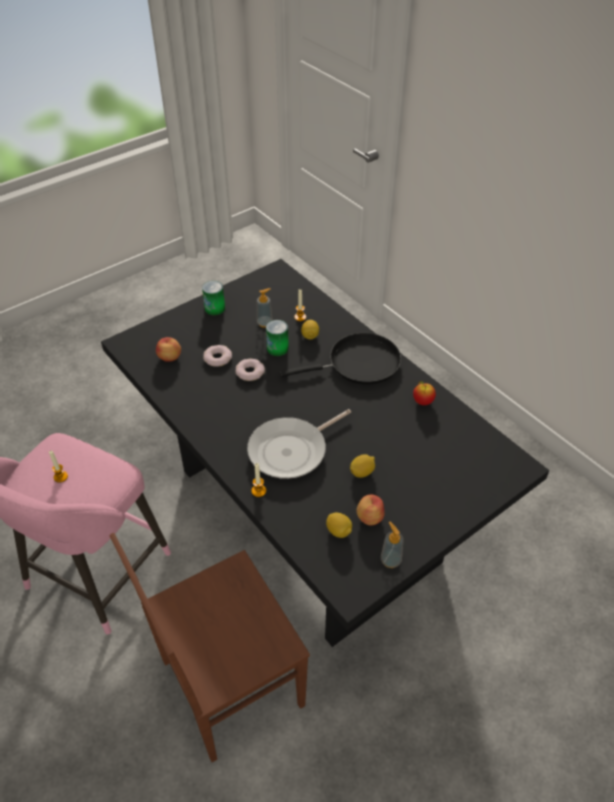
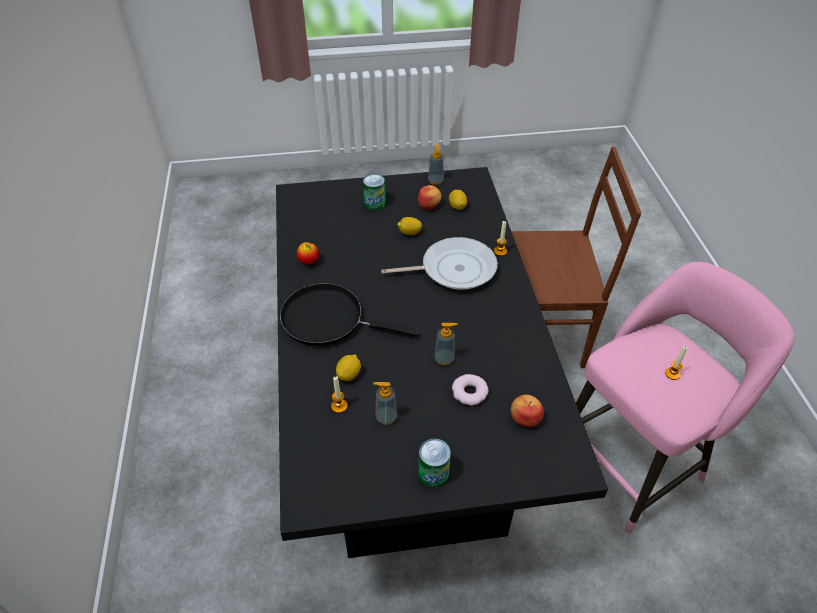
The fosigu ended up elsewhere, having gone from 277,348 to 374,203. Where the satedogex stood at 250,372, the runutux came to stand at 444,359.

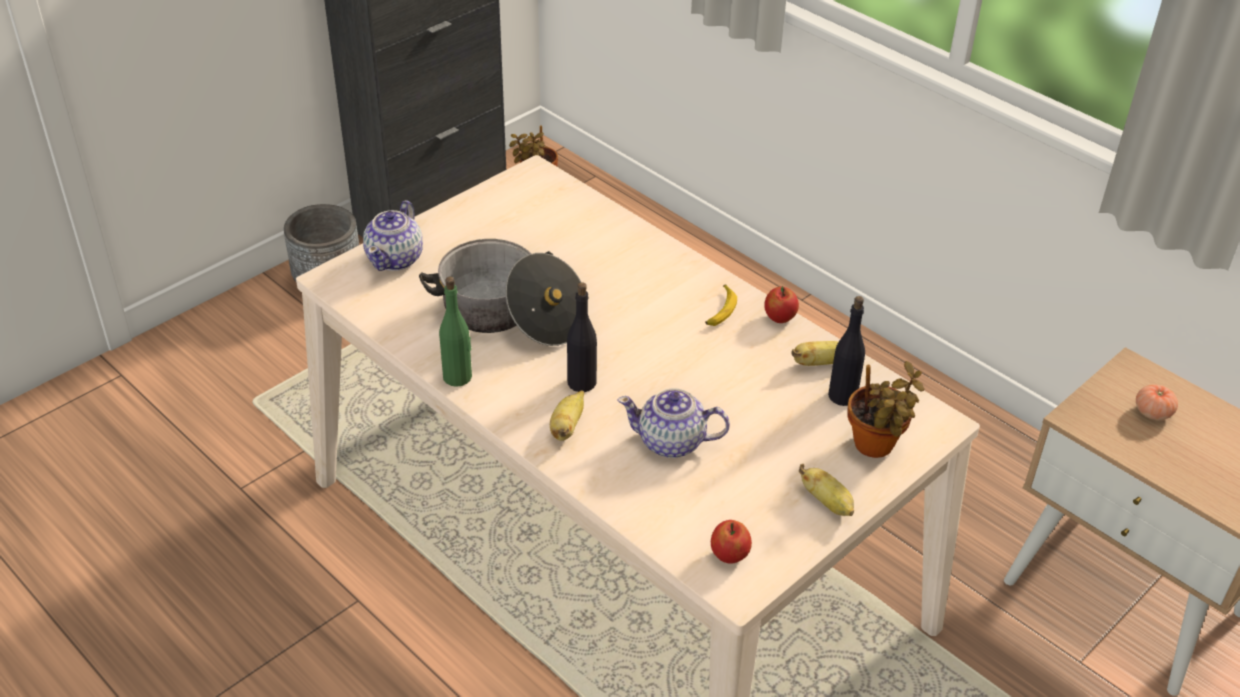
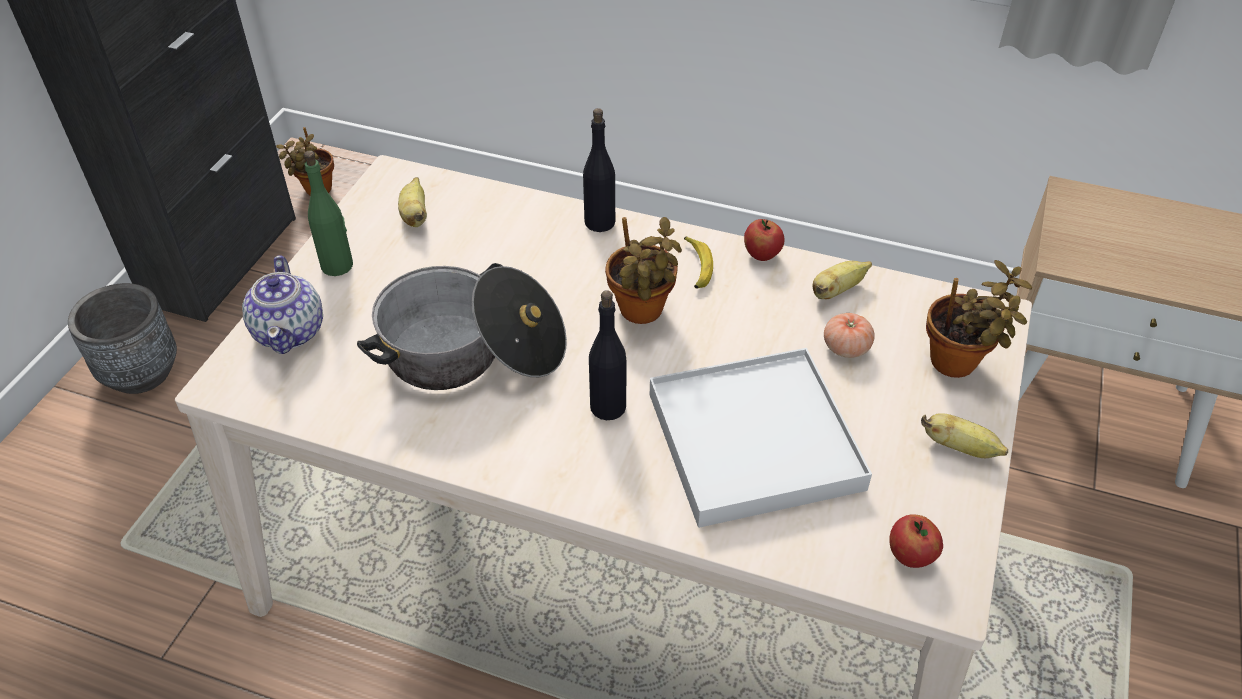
The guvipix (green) ended up elsewhere, having gone from 458,377 to 337,265. The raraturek ended up elsewhere, having gone from 567,427 to 415,215. The guvipix (black) ended up elsewhere, having gone from 842,395 to 599,222. The second view gained the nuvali at 642,313. Where the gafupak stood at 672,442, the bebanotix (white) came to stand at 755,441. The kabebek ended up elsewhere, having gone from 1152,412 to 846,347.

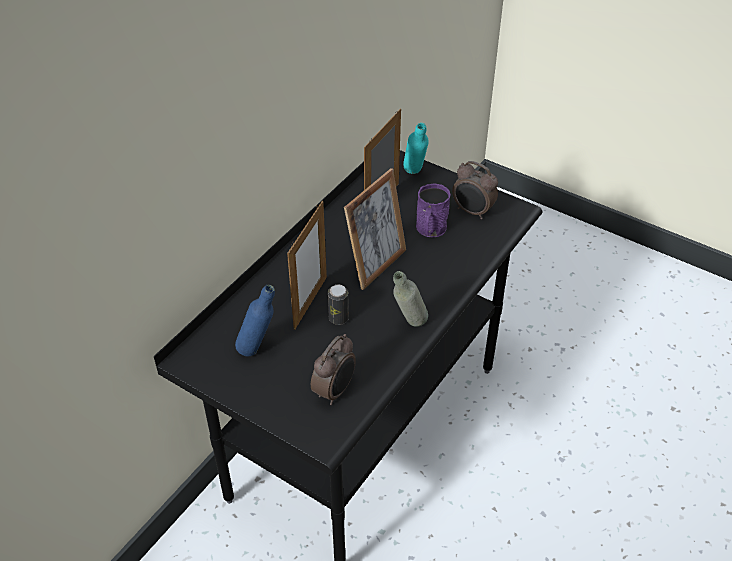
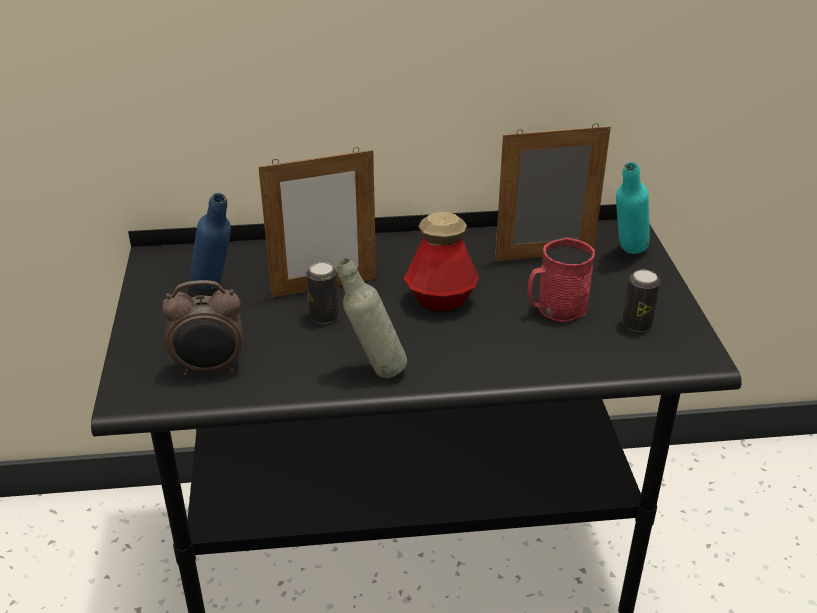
Where the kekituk stood at 376,265, the guvipix came to stand at 440,300. What was the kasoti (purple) at 430,230 turned into the kasoti (red) at 555,309. Where the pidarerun stood at 472,212, the fosigu came to stand at 637,324.

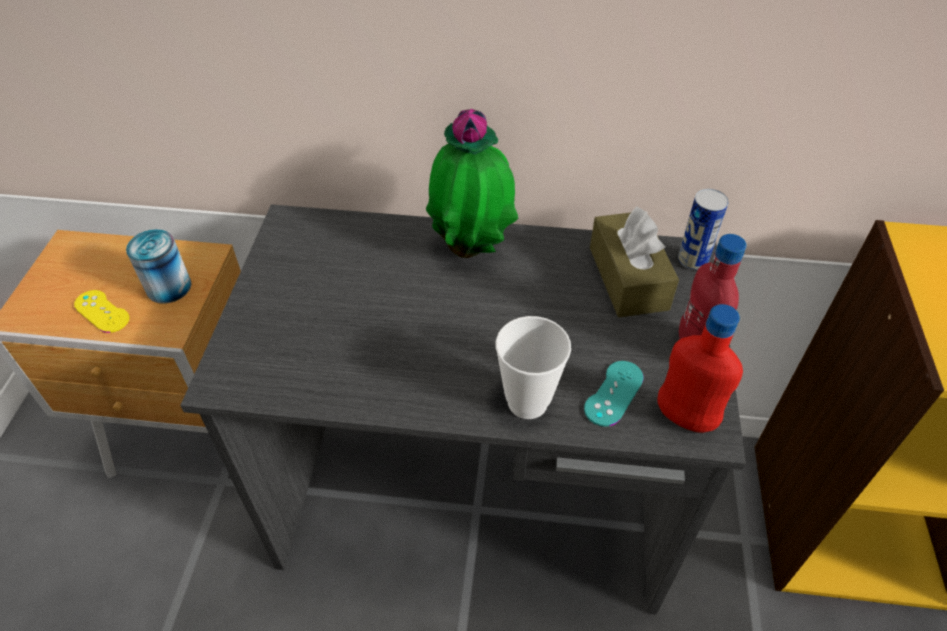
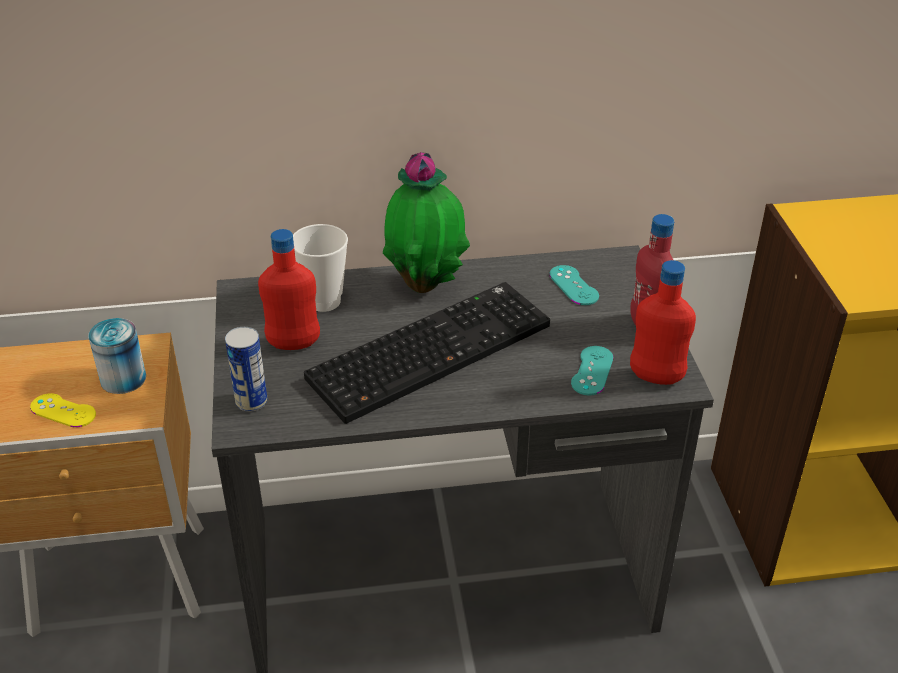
The fosigu ended up elsewhere, having gone from 692,260 to 251,401. The second view gained the guvipix (red) at 293,344. The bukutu ended up elsewhere, having gone from 527,402 to 324,301. The second view gained the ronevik at 430,349. Where the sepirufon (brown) stood at 628,278, the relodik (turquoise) came to stand at 573,285.

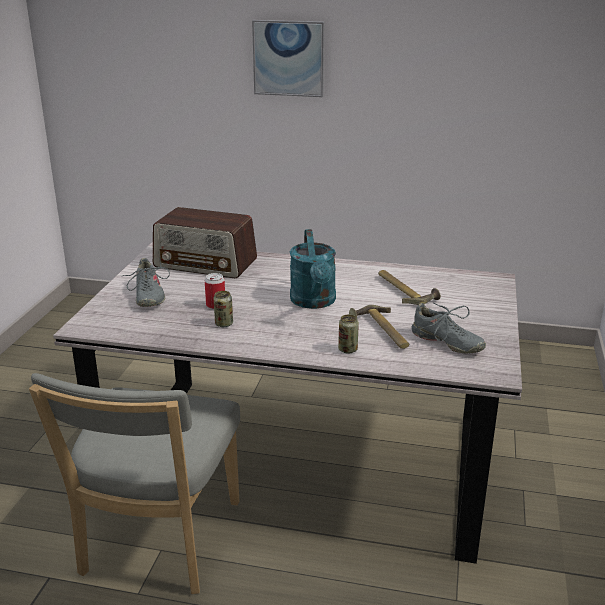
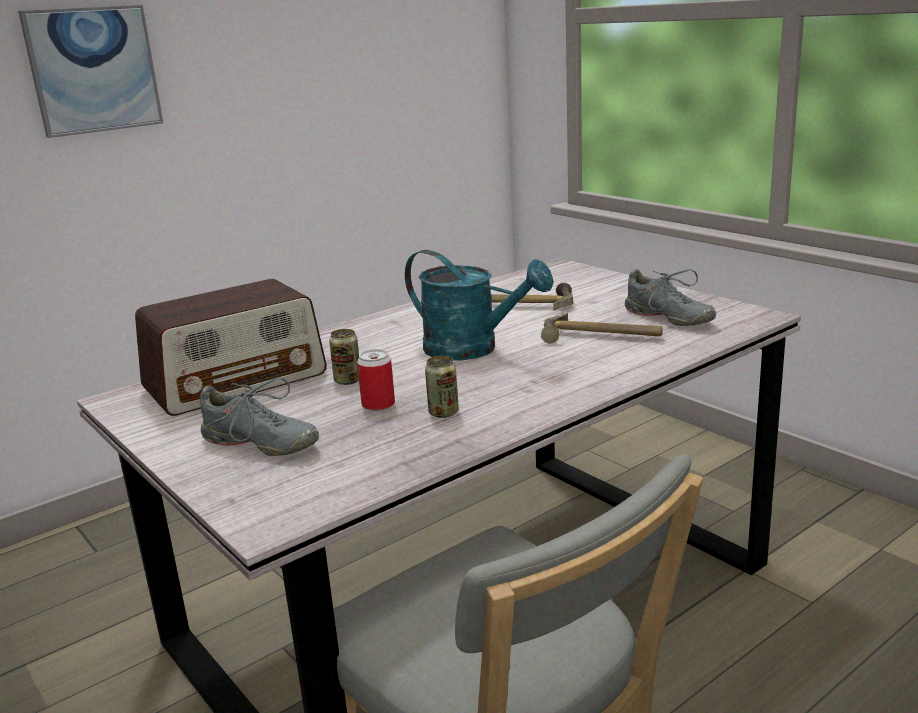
The fosigu ended up elsewhere, having gone from 347,350 to 347,380. The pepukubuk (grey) at 446,342 ended up facing another way, 60 degrees clockwise from before.

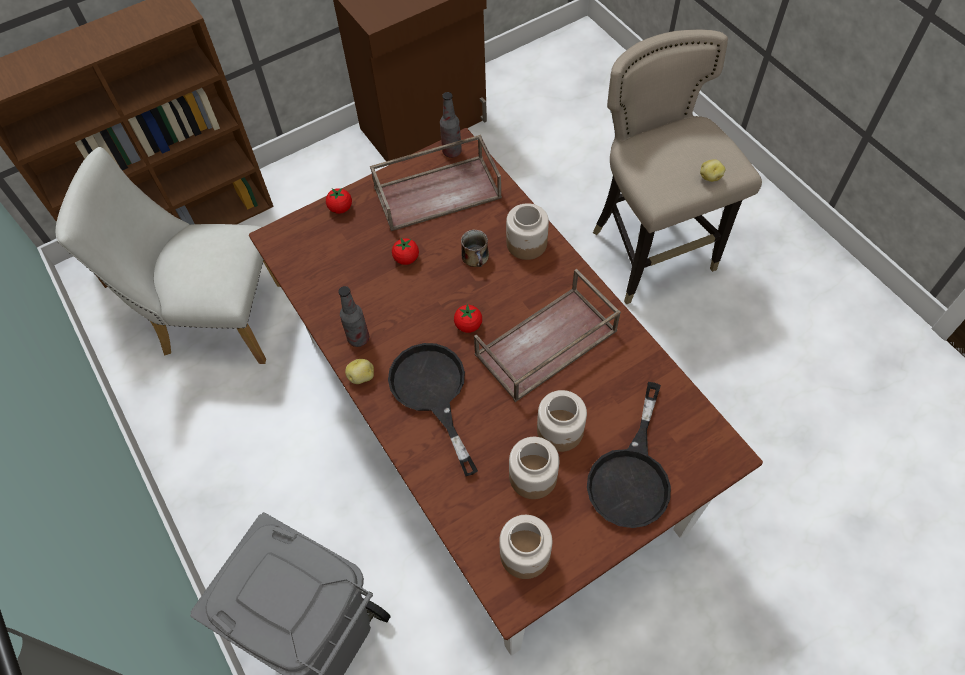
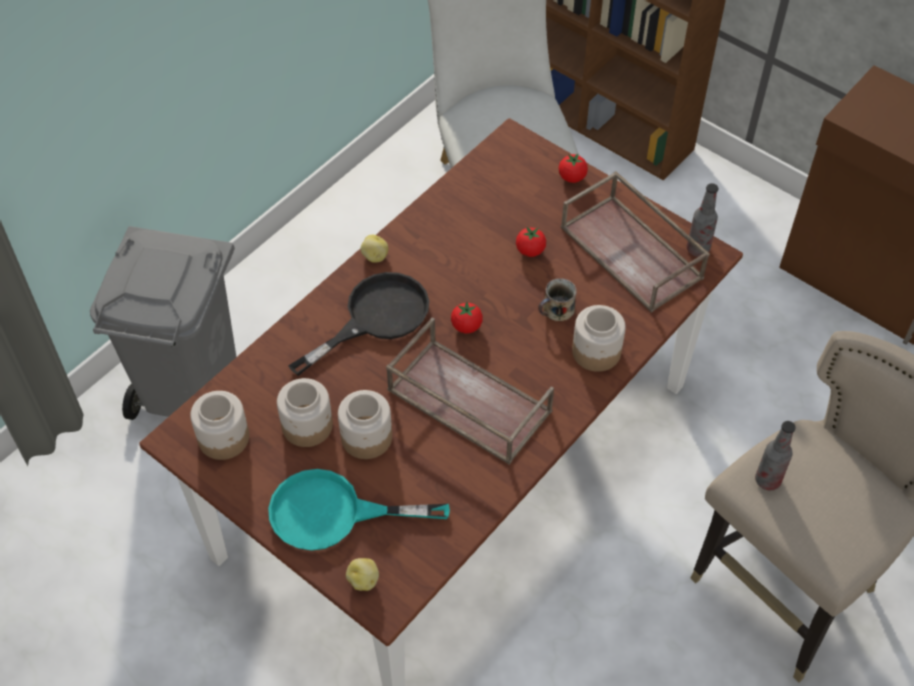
What was the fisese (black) at 631,475 turned into the fisese (turquoise) at 333,514. The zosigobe ended up elsewhere, having gone from 710,177 to 363,580. The guvipix ended up elsewhere, having gone from 358,338 to 767,480.

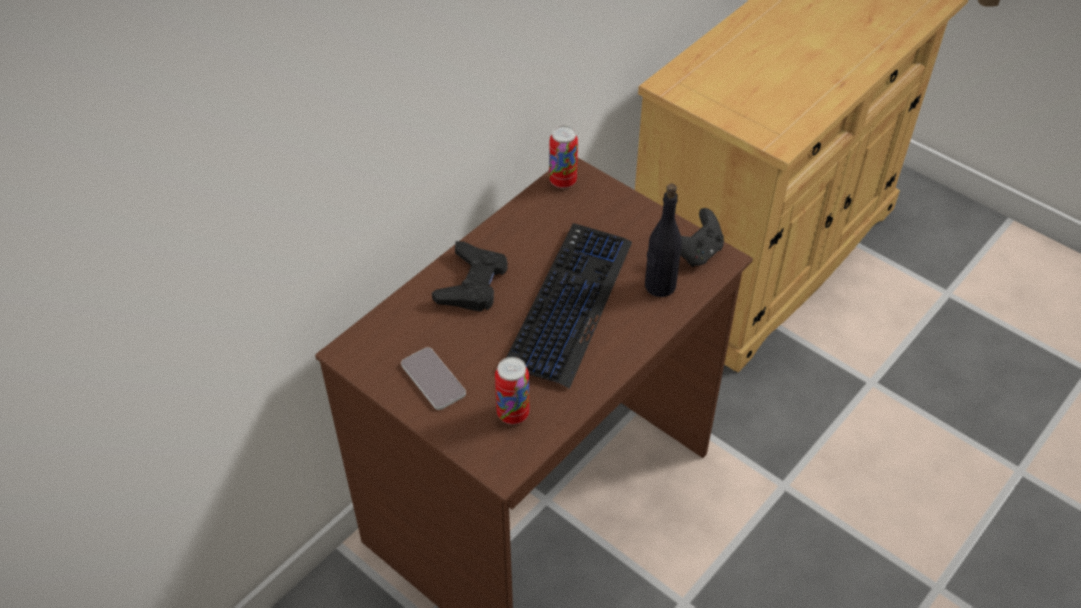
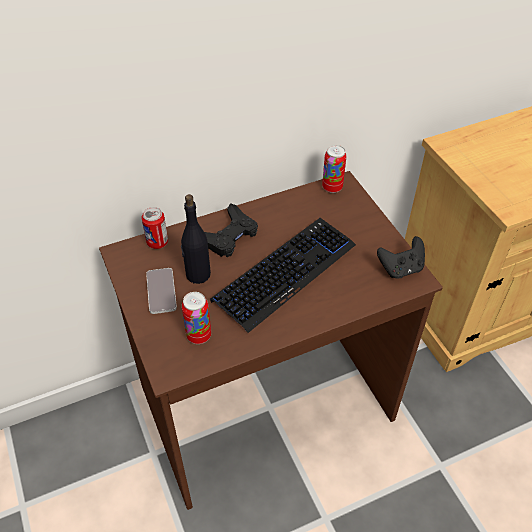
The second view gained the fosigu at 157,242. The guvipix (black) ended up elsewhere, having gone from 659,286 to 197,274.

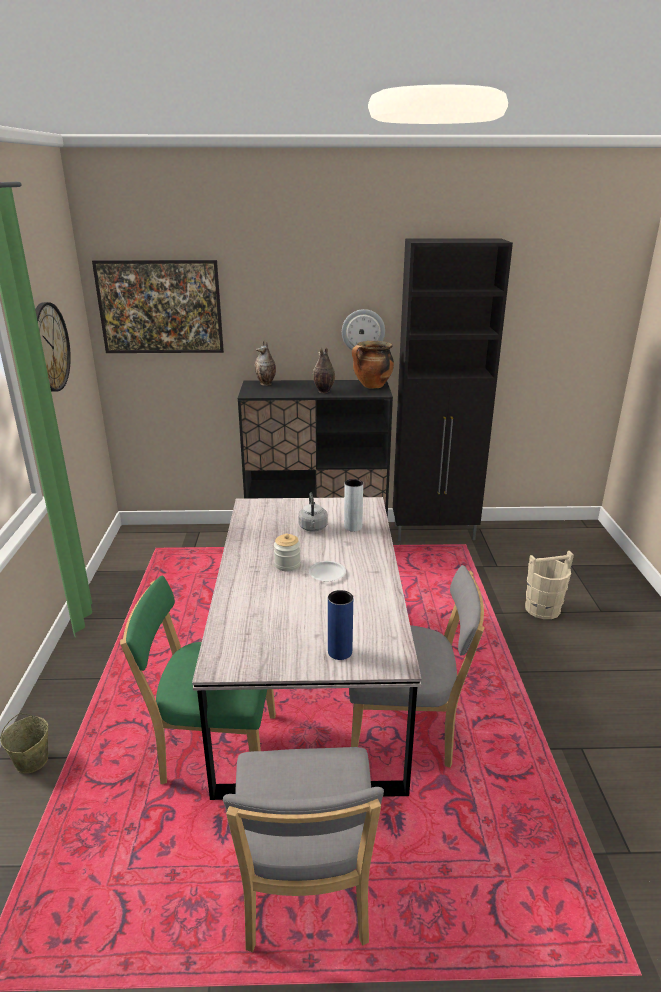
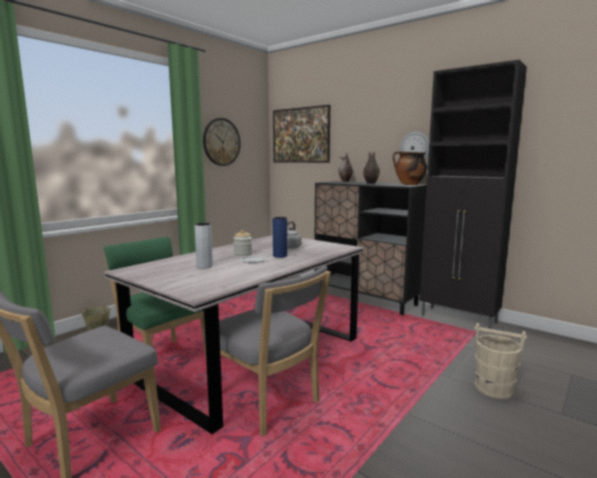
The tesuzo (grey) ended up elsewhere, having gone from 353,527 to 204,266. The tesuzo (blue) ended up elsewhere, having gone from 340,652 to 280,256.

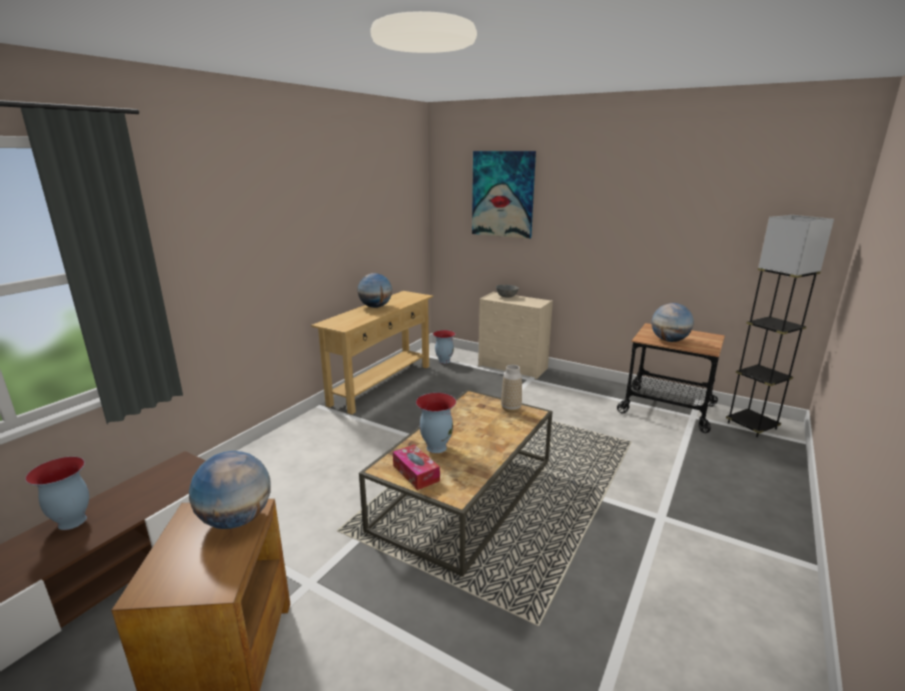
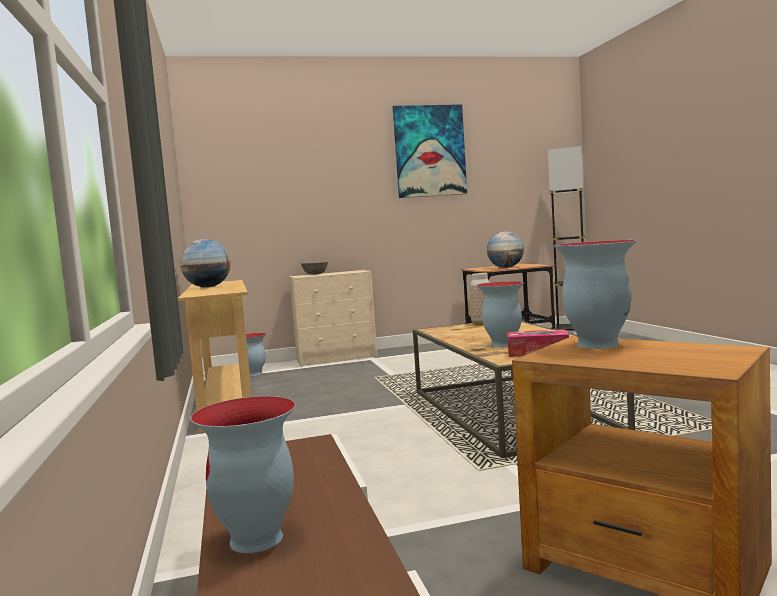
The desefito ended up elsewhere, having gone from 503,194 to 429,151. Where the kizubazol stood at 236,519, the tesuzo came to stand at 596,344.

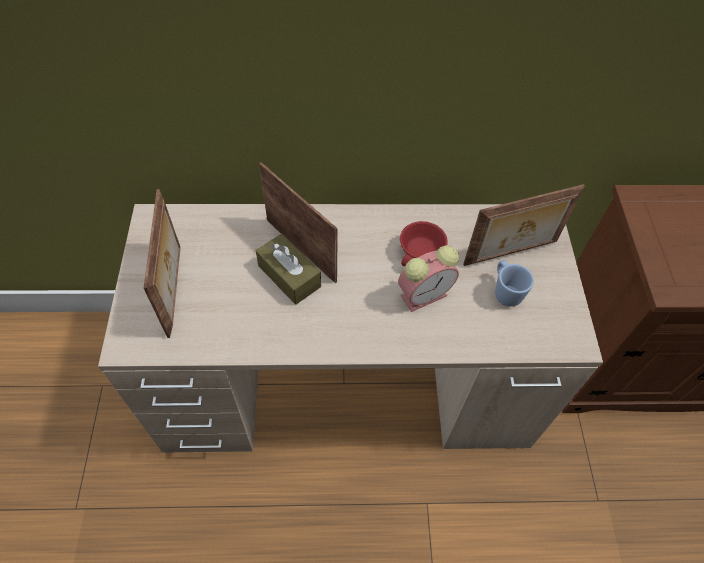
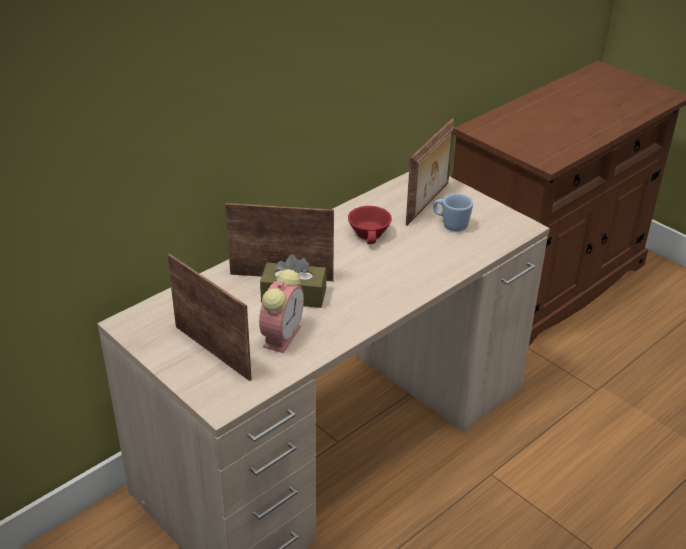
The pidarerun ended up elsewhere, having gone from 425,294 to 282,335.

